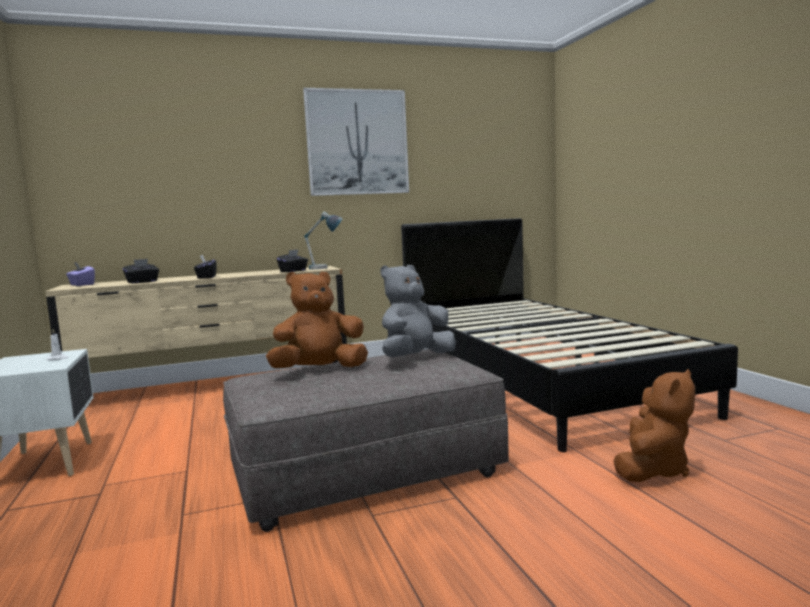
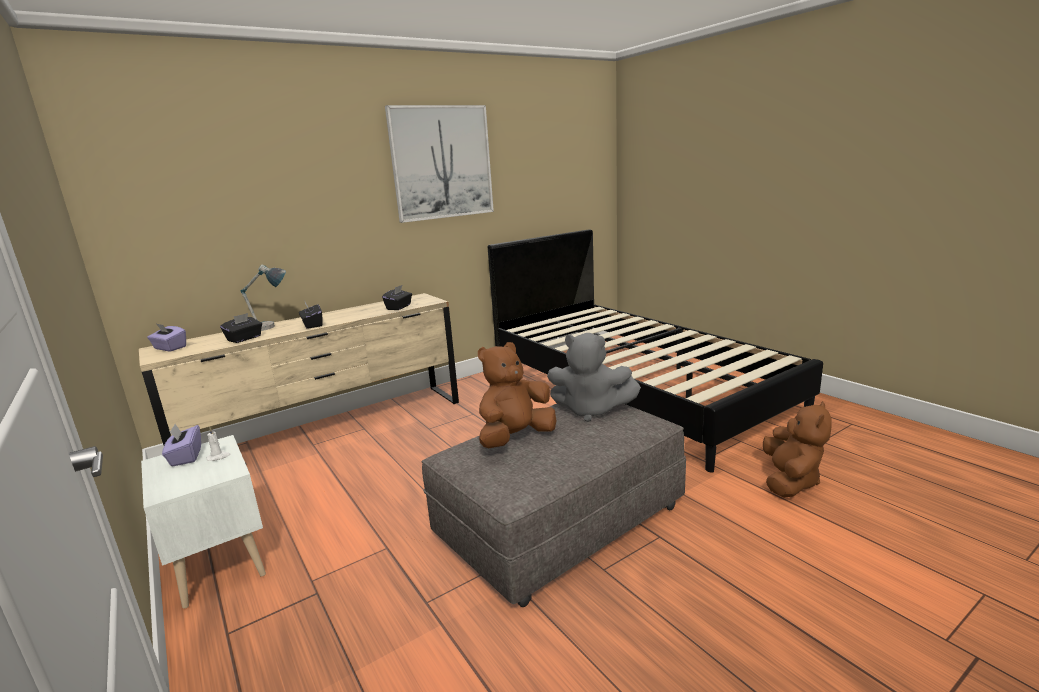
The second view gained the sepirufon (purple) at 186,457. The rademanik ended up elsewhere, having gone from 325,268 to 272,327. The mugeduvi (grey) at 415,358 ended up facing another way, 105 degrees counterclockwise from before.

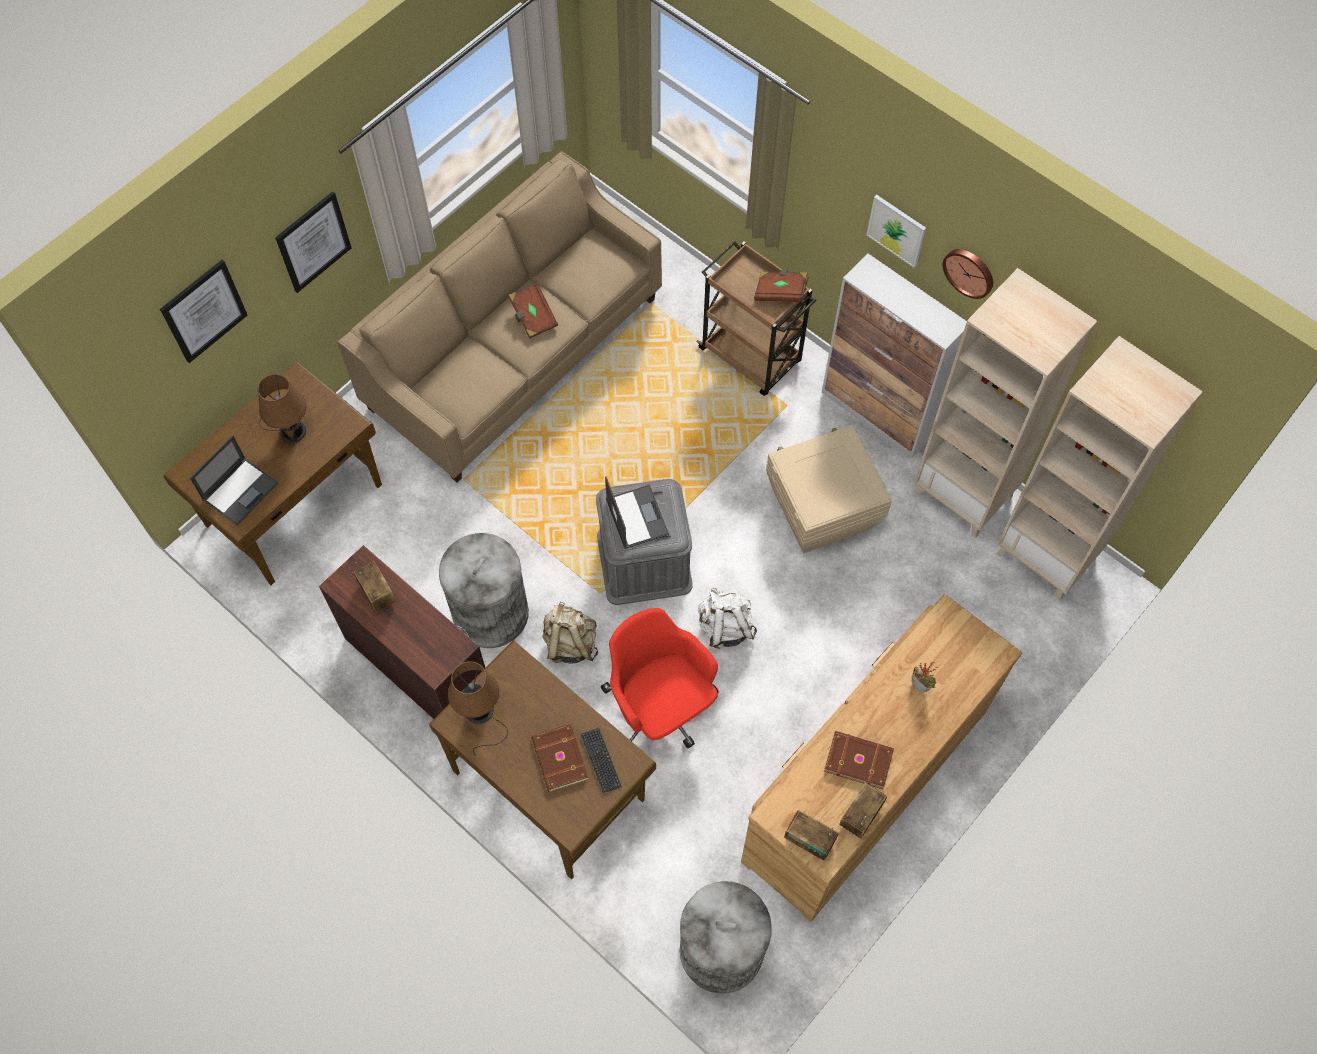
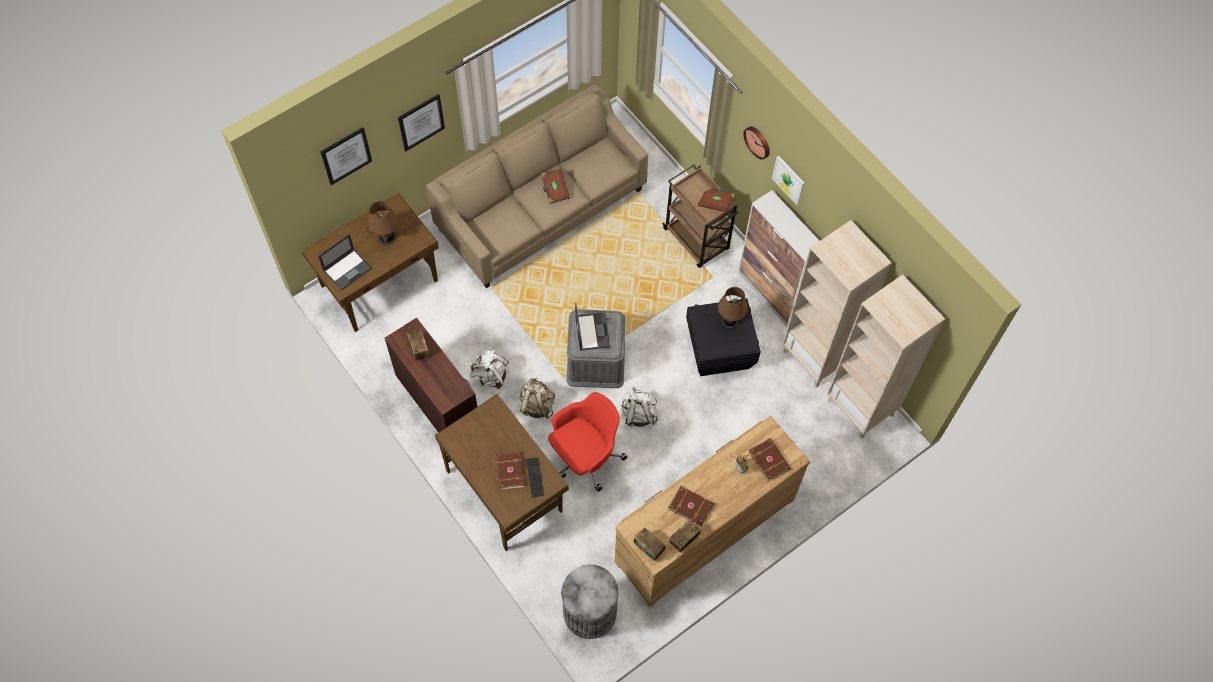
Where the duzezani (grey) stood at 491,613, the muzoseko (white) came to stand at 490,376. The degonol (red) at 660,708 ended up facing another way, 75 degrees clockwise from before. What was the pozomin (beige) at 821,509 turned into the pozomin (black) at 718,350. The rademanik (brown) ended up elsewhere, having gone from 480,713 to 730,323. The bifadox ended up elsewhere, having gone from 969,272 to 758,141. The second view gained the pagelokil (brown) at 769,460.

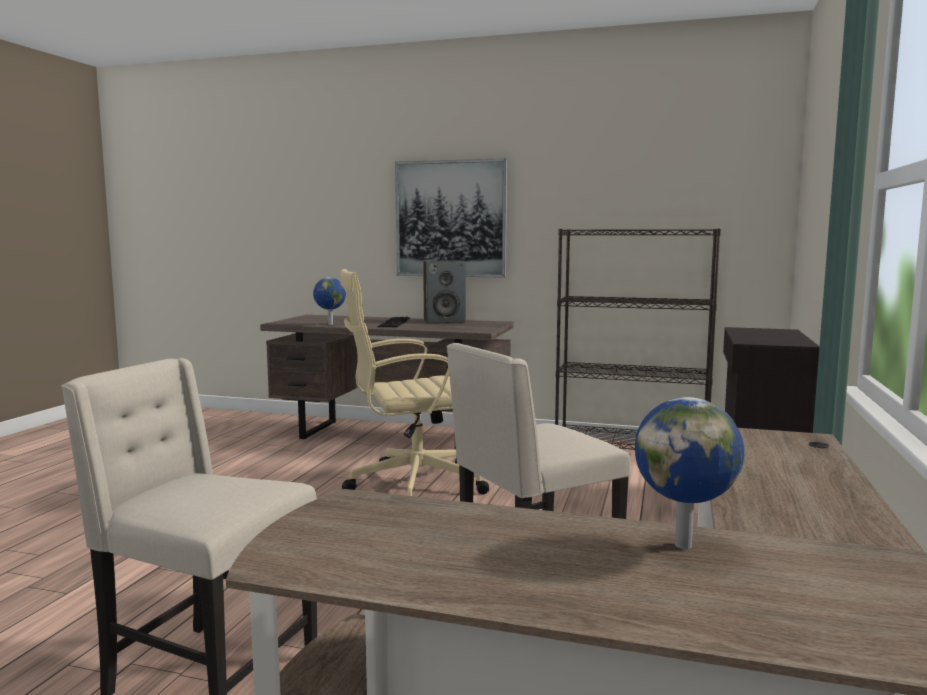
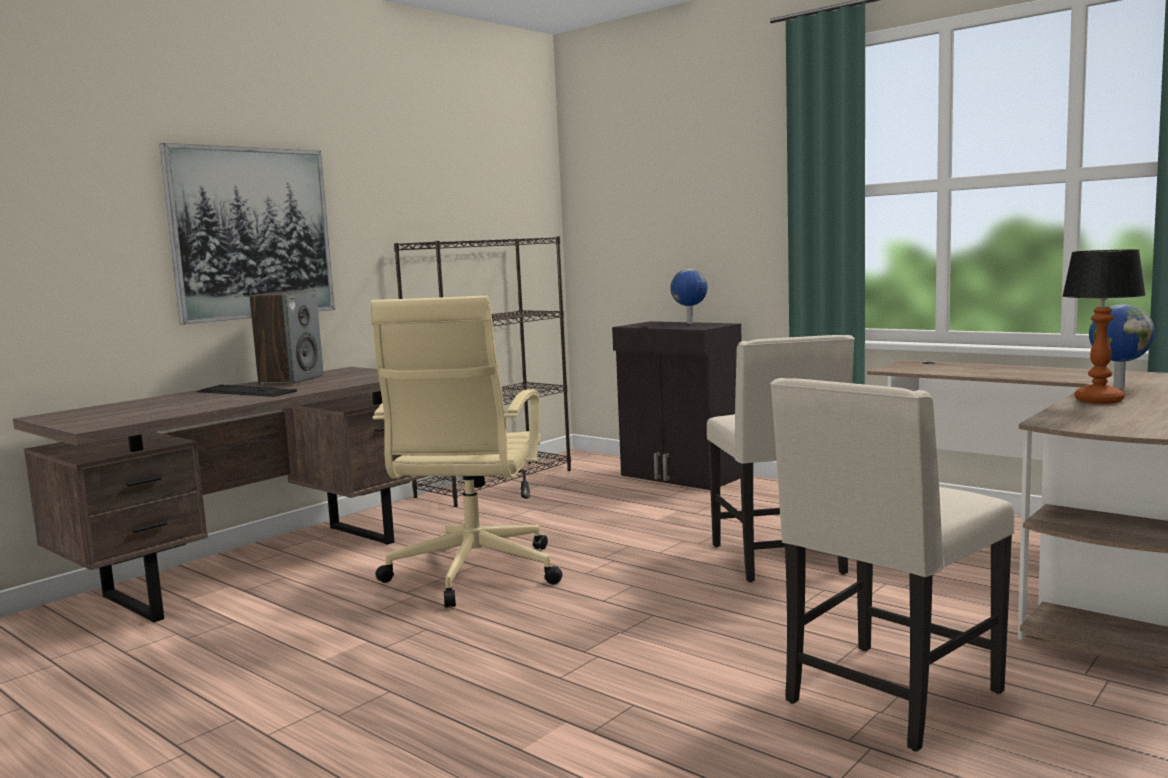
The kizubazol ended up elsewhere, having gone from 329,324 to 690,323. The second view gained the rademanik at 1098,400.

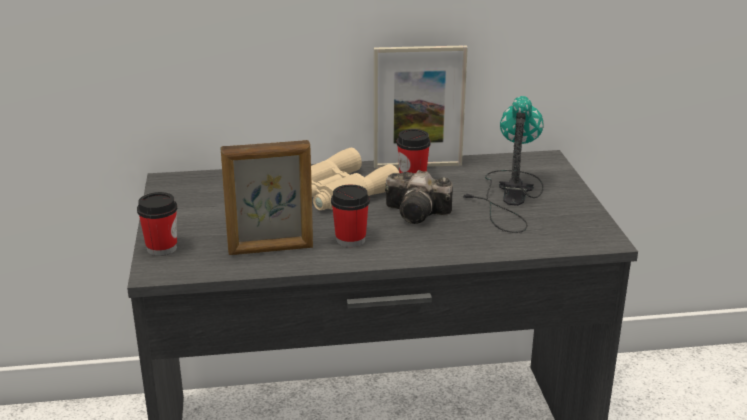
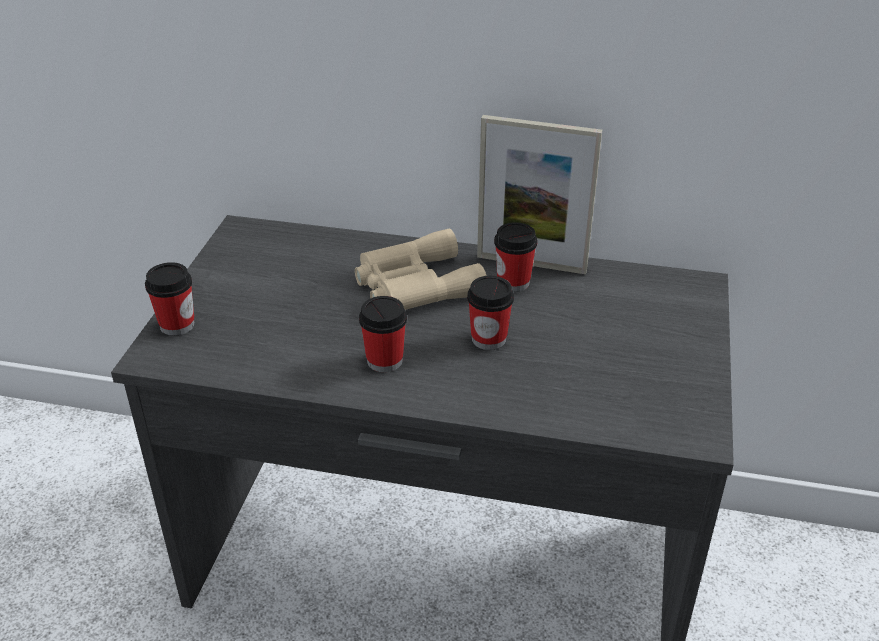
Where the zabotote stood at 419,213, the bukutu came to stand at 489,339. The second view lost the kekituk at 271,249. The second view lost the rademanik at 508,197.

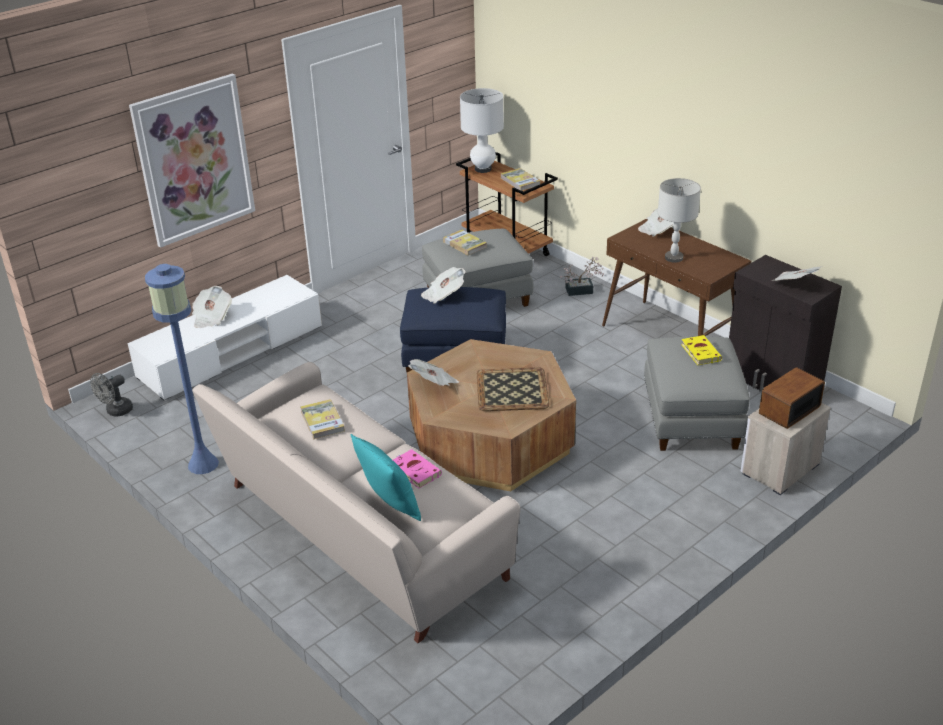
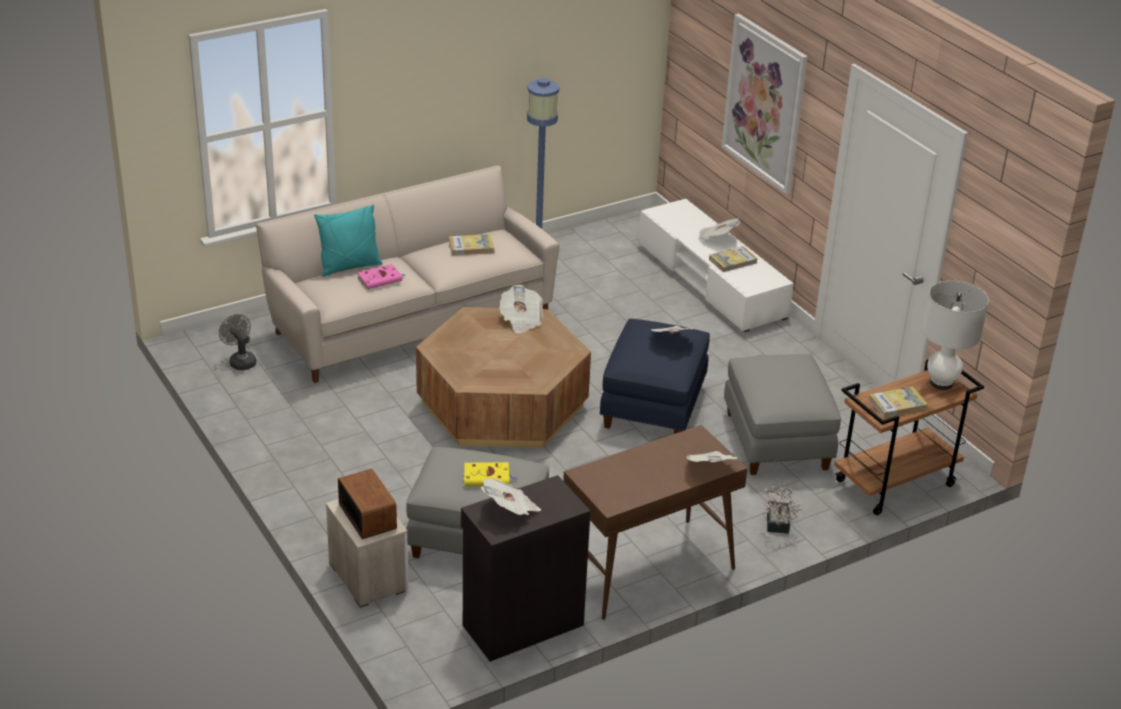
The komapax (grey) ended up elsewhere, having gone from 116,411 to 240,361. The pagelokil ended up elsewhere, having gone from 465,244 to 733,261. The second view lost the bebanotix at 512,390. The second view lost the rademanik (grey) at 674,258.

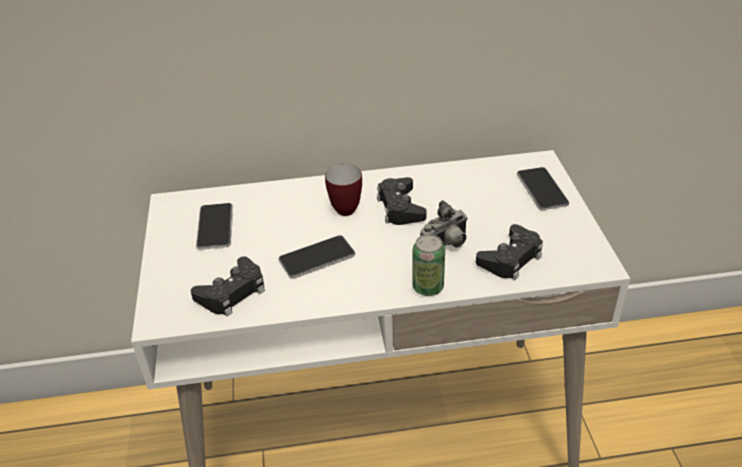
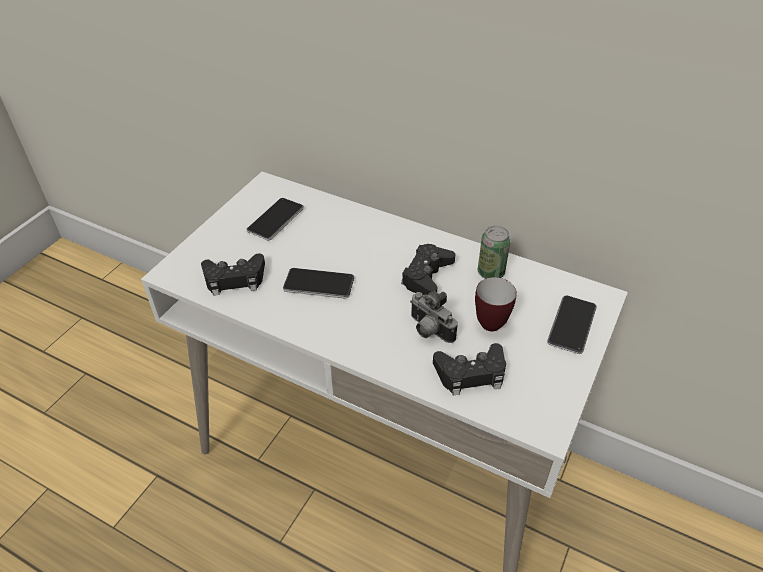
The zabotote at 446,245 ended up facing another way, 45 degrees clockwise from before. The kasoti ended up elsewhere, having gone from 342,208 to 490,320. The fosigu ended up elsewhere, having gone from 428,287 to 490,272.

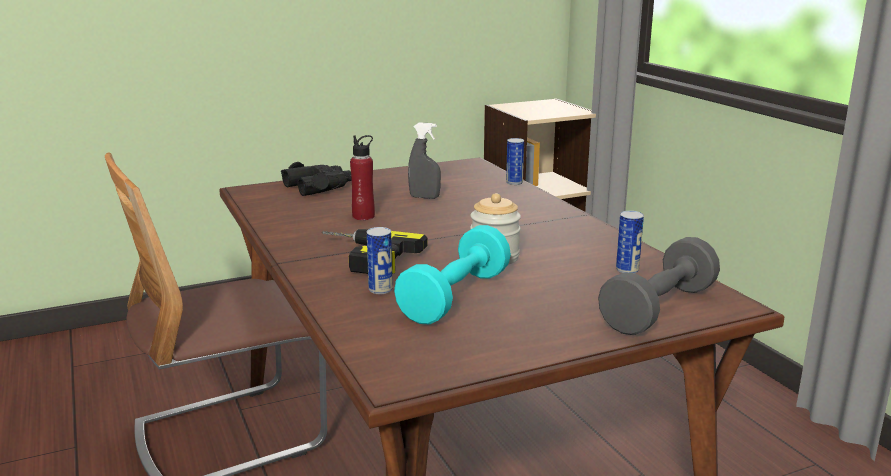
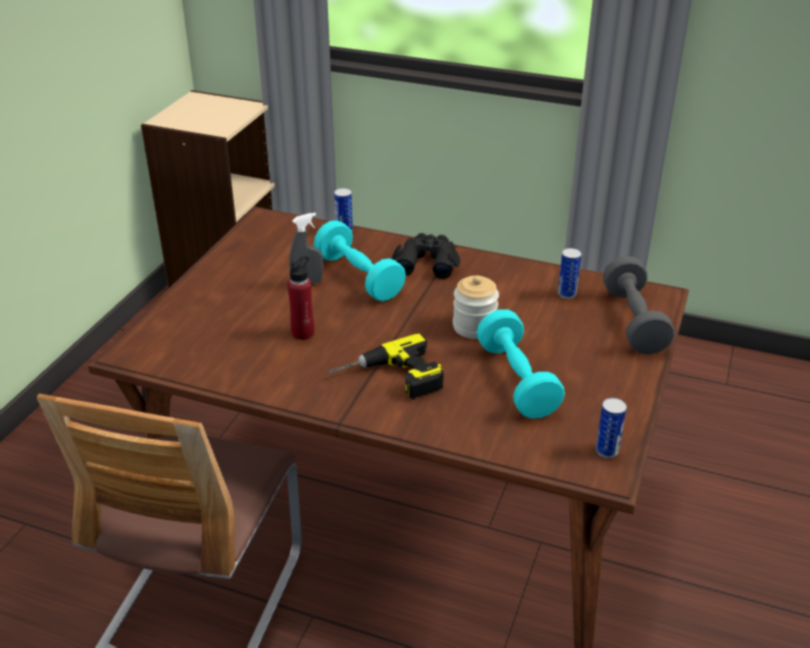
The second view gained the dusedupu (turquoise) at 359,277. The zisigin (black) ended up elsewhere, having gone from 319,186 to 427,262. The fosigu ended up elsewhere, having gone from 380,290 to 607,451.

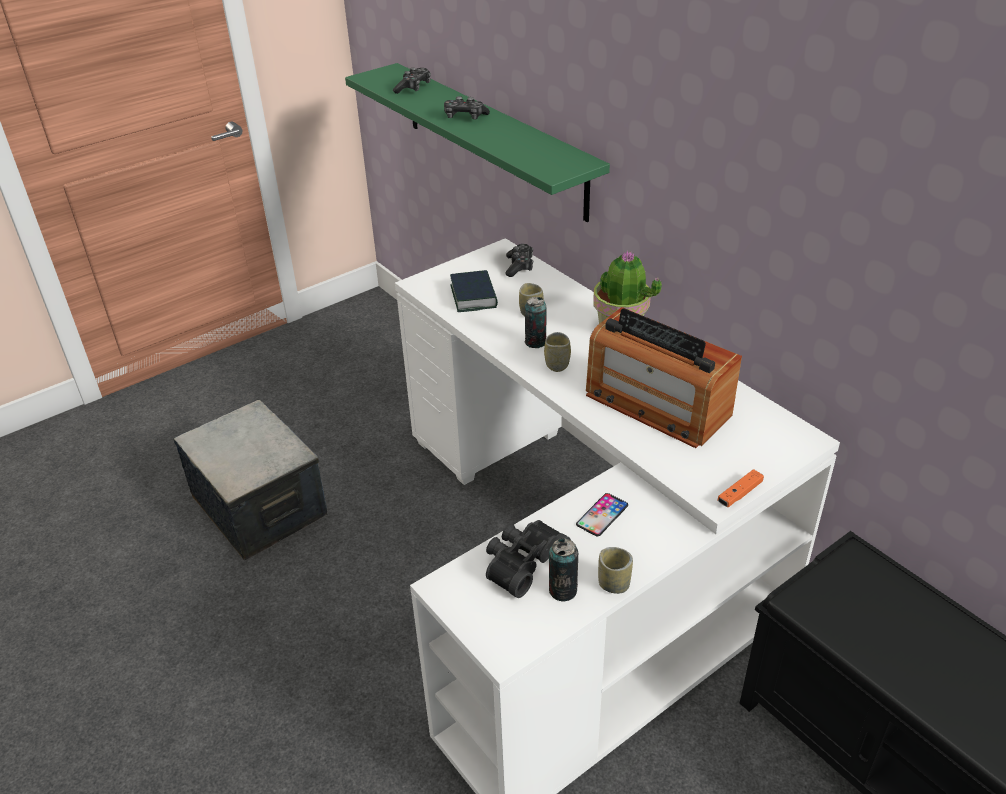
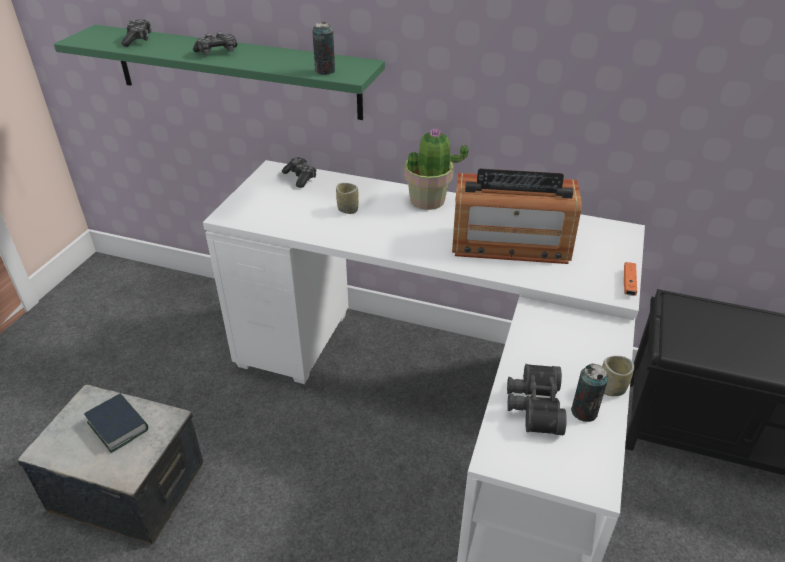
The pagelokil ended up elsewhere, having gone from 473,296 to 118,426. The fosigu ended up elsewhere, having gone from 535,342 to 325,71. The second view lost the bukutu at 557,365. The second view lost the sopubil at 602,515.

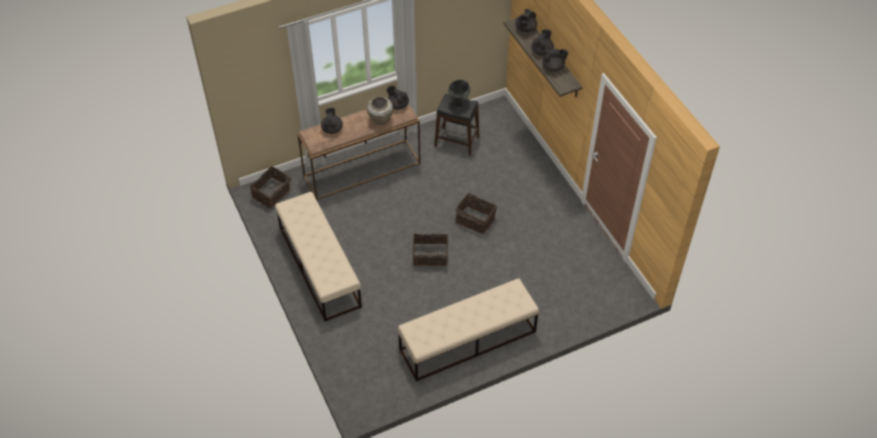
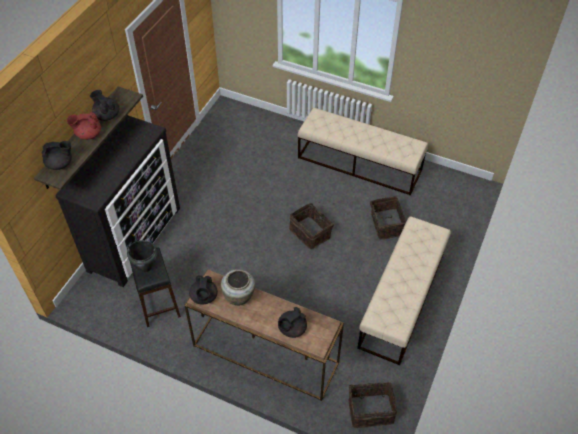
The second view gained the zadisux at 136,238. What was the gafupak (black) at 542,51 turned into the gafupak (red) at 88,134. The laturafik ended up elsewhere, having gone from 475,220 to 386,225.

